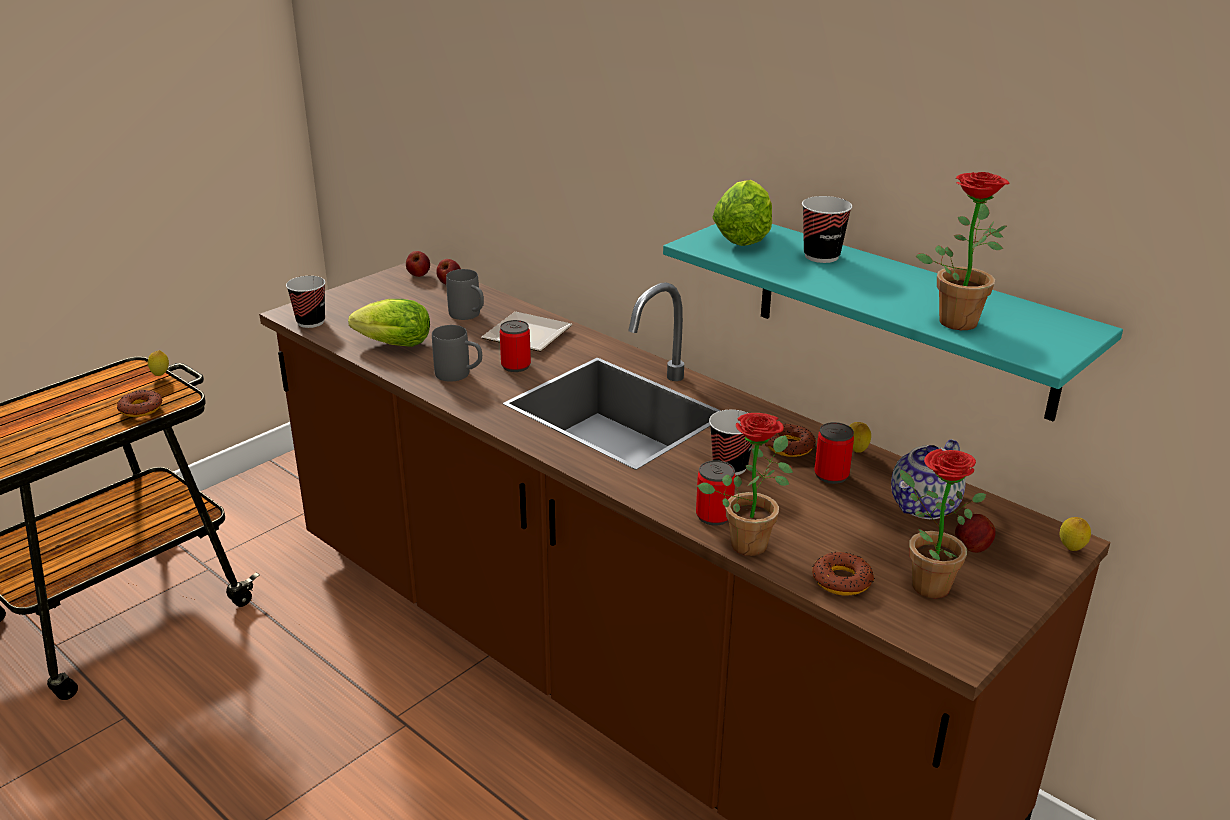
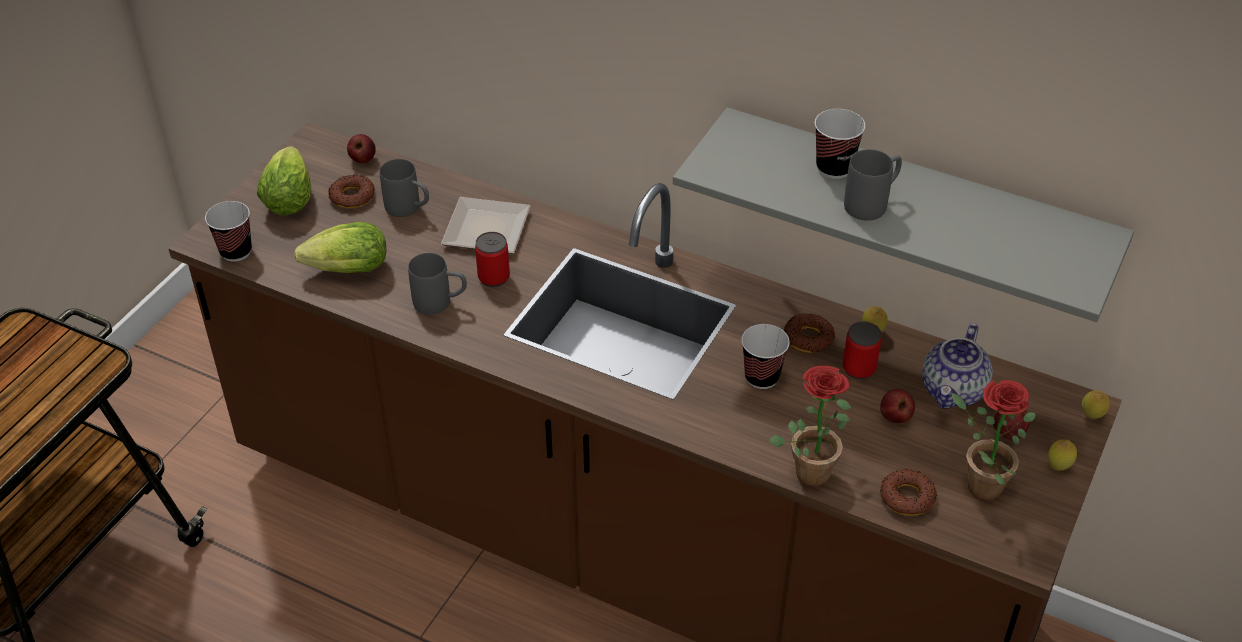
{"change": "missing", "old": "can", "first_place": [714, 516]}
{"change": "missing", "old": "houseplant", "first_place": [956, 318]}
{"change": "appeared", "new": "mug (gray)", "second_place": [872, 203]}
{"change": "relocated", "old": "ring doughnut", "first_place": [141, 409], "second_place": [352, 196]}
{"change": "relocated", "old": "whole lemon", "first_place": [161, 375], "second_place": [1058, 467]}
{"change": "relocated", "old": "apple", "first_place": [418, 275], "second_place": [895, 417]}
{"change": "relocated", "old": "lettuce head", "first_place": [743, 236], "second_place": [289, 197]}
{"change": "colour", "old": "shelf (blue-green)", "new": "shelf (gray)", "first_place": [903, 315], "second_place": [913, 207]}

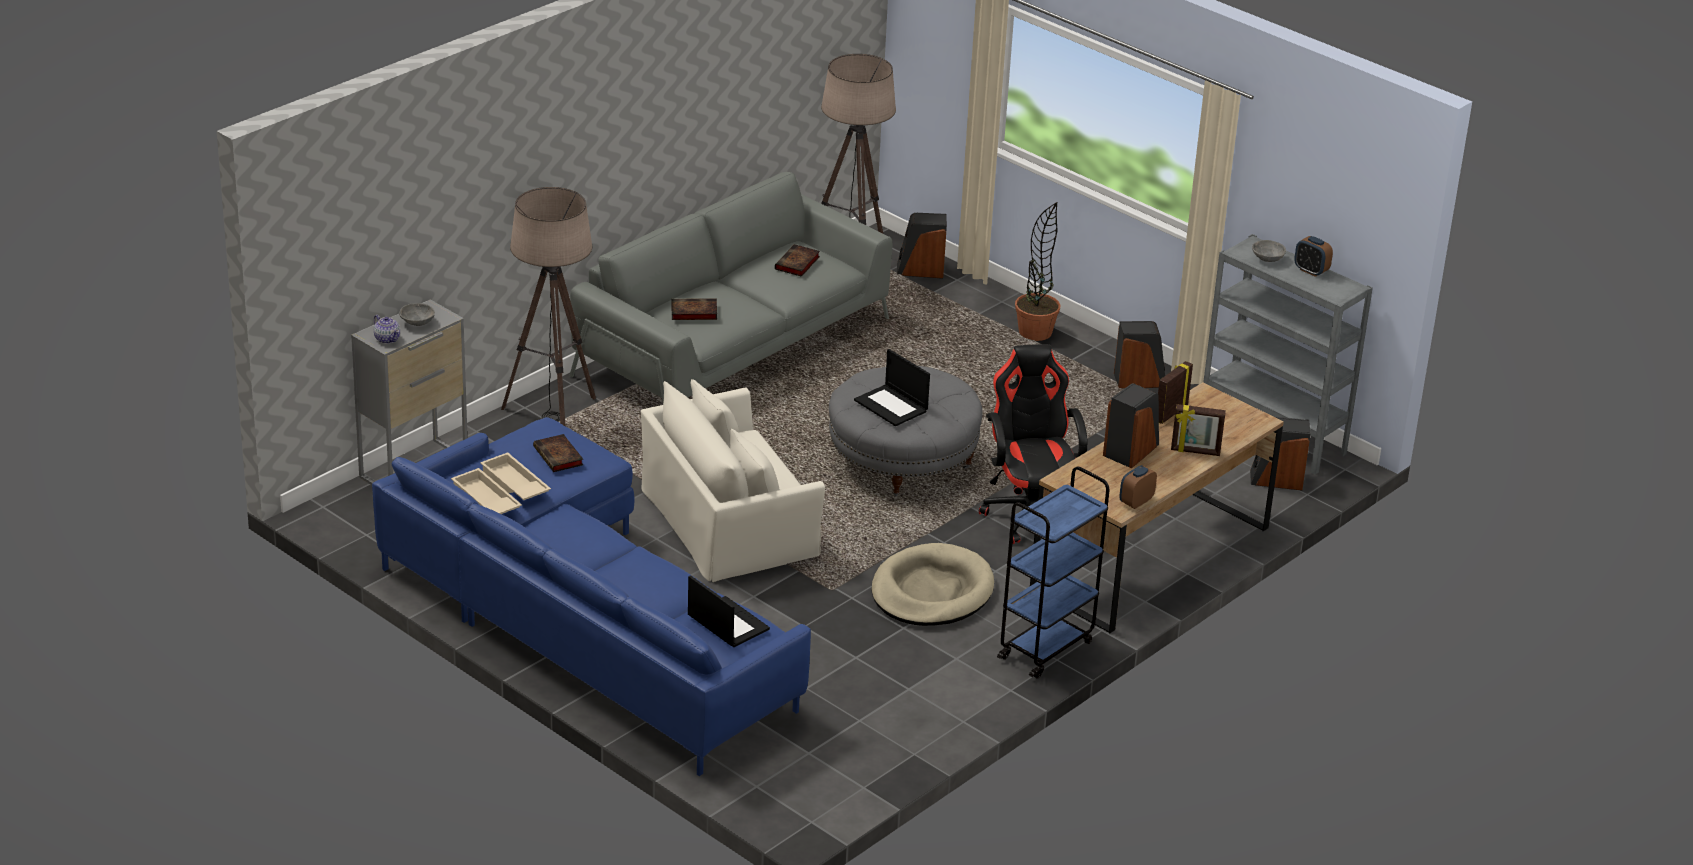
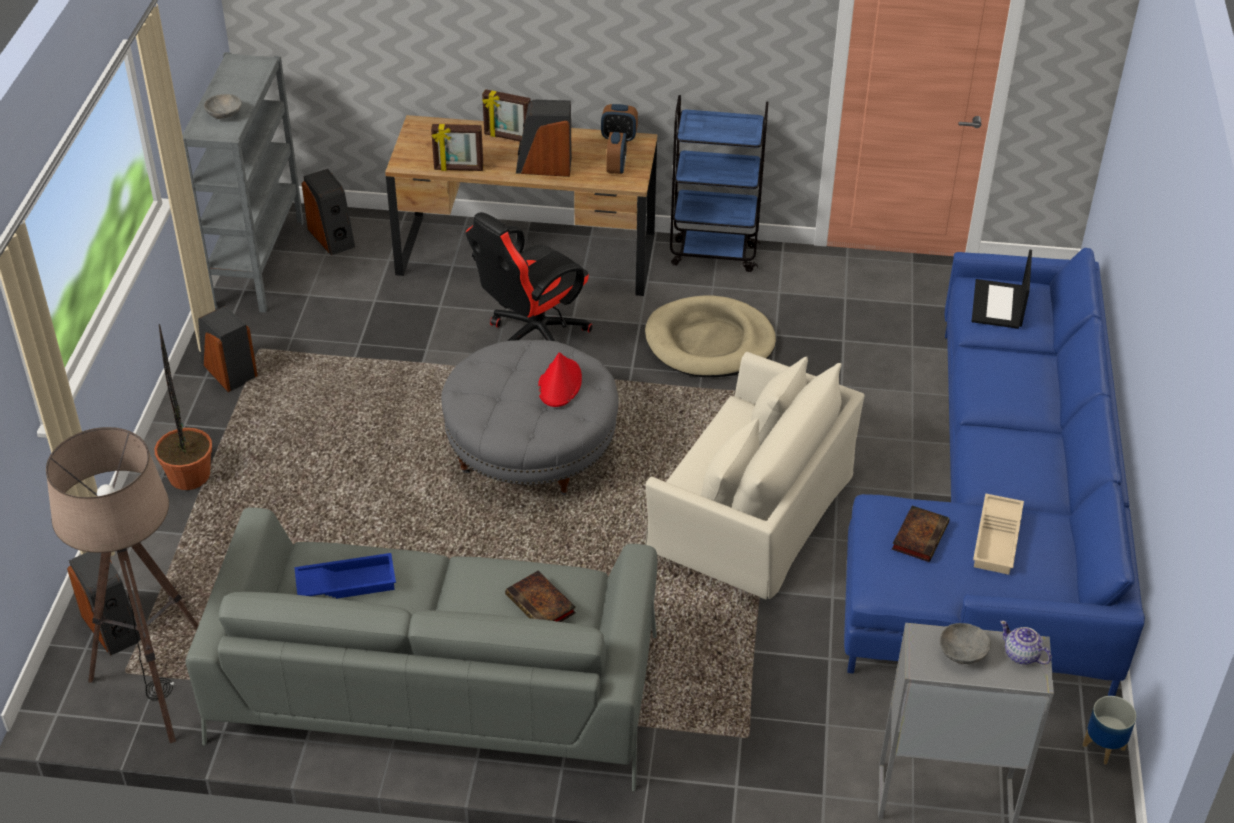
{"change": "missing", "old": "serving tray (beige-coloured)", "first_place": [484, 500]}
{"change": "missing", "old": "standing lamp", "first_place": [554, 417]}
{"change": "appeared", "new": "planter", "second_place": [1104, 747]}
{"change": "relocated", "old": "bedside clock", "first_place": [1311, 271], "second_place": [616, 167]}
{"change": "exchanged", "old": "volume", "new": "serving tray (bluish)", "first_place": [797, 264], "second_place": [347, 582]}
{"change": "exchanged", "old": "laptop", "new": "wearable hat (red)", "first_place": [892, 406], "second_place": [560, 383]}
{"change": "spun", "old": "tea pot", "first_place": [387, 339], "second_place": [1021, 655], "degrees": -60}
{"change": "spun", "old": "photo frame", "first_place": [1195, 452], "second_place": [507, 137], "degrees": 135}

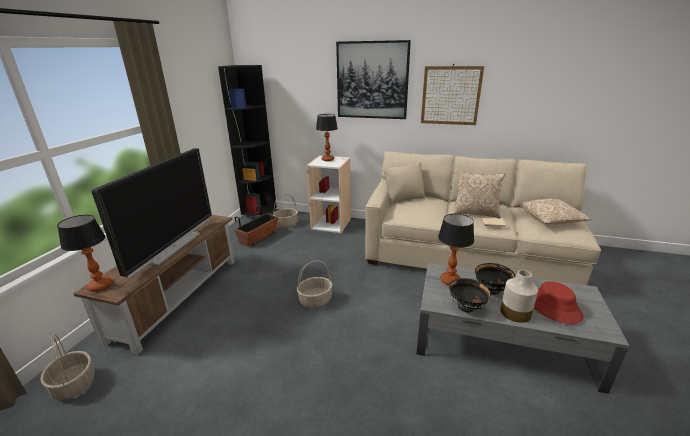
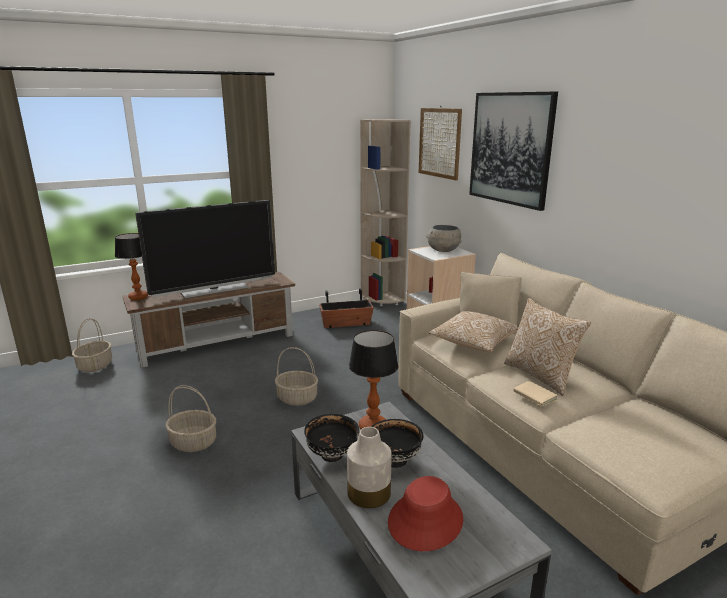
{"change": "relocated", "old": "household basket", "first_place": [286, 224], "second_place": [194, 442]}
{"change": "relocated", "old": "picture", "first_place": [450, 94], "second_place": [439, 141]}
{"change": "relocated", "old": "throw pillow", "first_place": [550, 220], "second_place": [473, 343]}
{"change": "exchanged", "old": "tabletop lamp", "new": "deep dish (gray)", "first_place": [328, 159], "second_place": [443, 250]}
{"change": "colour", "old": "shelving unit (black)", "new": "shelving unit (beige-coloured)", "first_place": [259, 213], "second_place": [383, 302]}

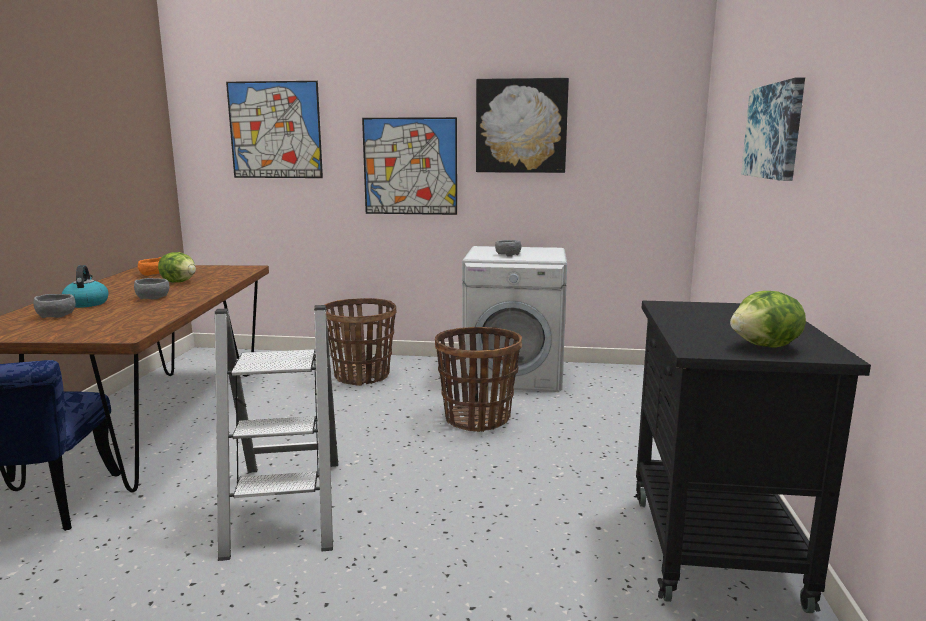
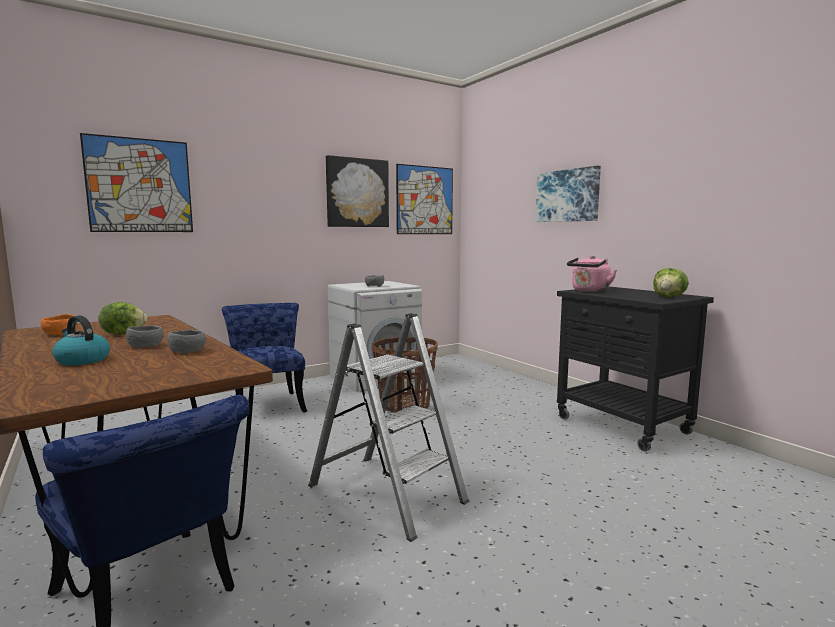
{"change": "appeared", "new": "water kettle (pink)", "second_place": [589, 291]}
{"change": "relocated", "old": "deep dish (gray)", "first_place": [57, 315], "second_place": [188, 351]}
{"change": "relocated", "old": "picture", "first_place": [410, 166], "second_place": [425, 200]}
{"change": "exchanged", "old": "household basket", "new": "chair (bluish)", "first_place": [362, 376], "second_place": [268, 403]}

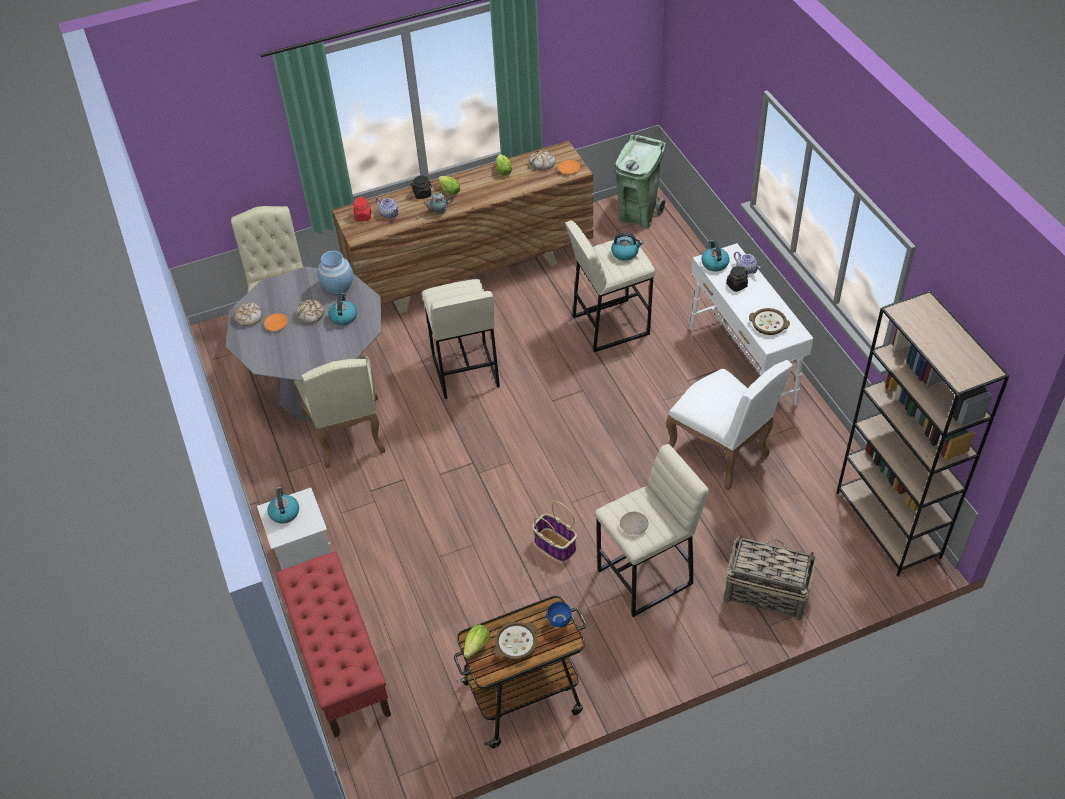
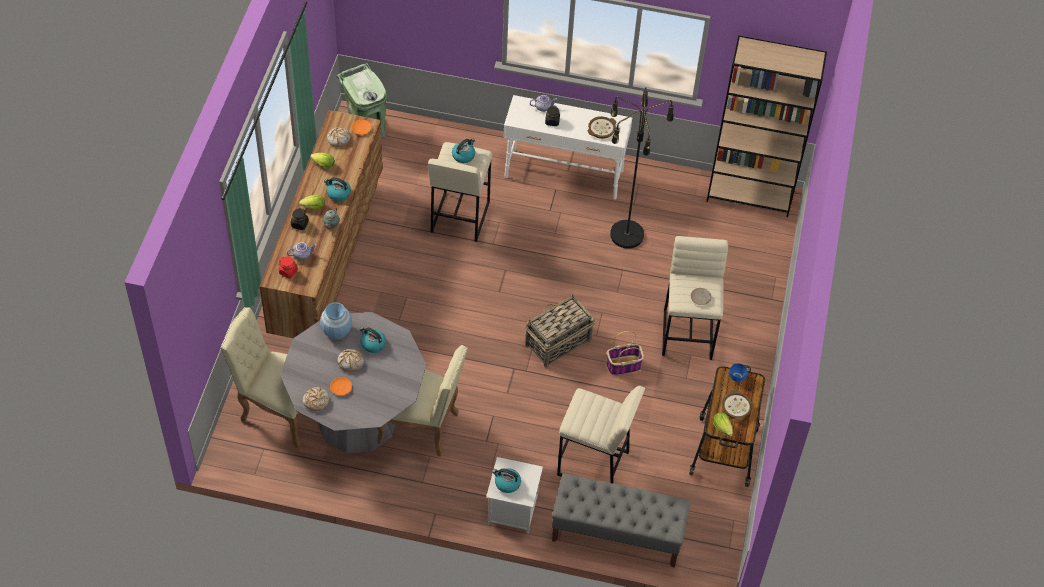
{"change": "relocated", "old": "sitting stool (beige-coloured)", "first_place": [466, 372], "second_place": [595, 464]}
{"change": "relocated", "old": "water kettle", "first_place": [714, 263], "second_place": [338, 193]}
{"change": "relocated", "old": "household basket", "first_place": [765, 591], "second_place": [557, 342]}
{"change": "exchanged", "old": "chair (white-coloured)", "new": "standing lamp", "first_place": [721, 453], "second_place": [626, 234]}
{"change": "colour", "old": "indoor bench (red)", "new": "indoor bench (gray)", "first_place": [339, 660], "second_place": [616, 534]}

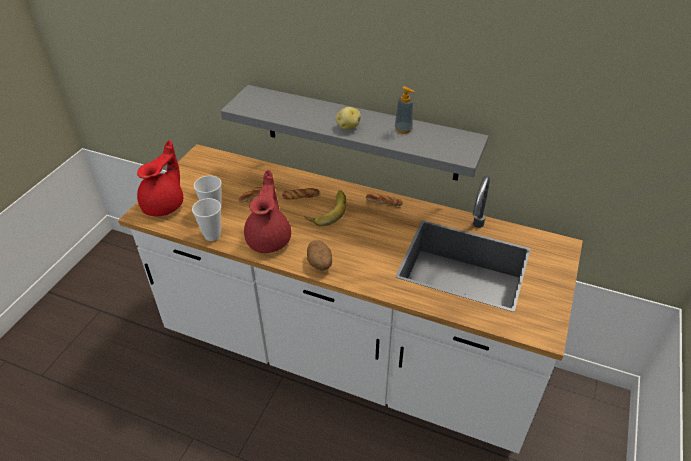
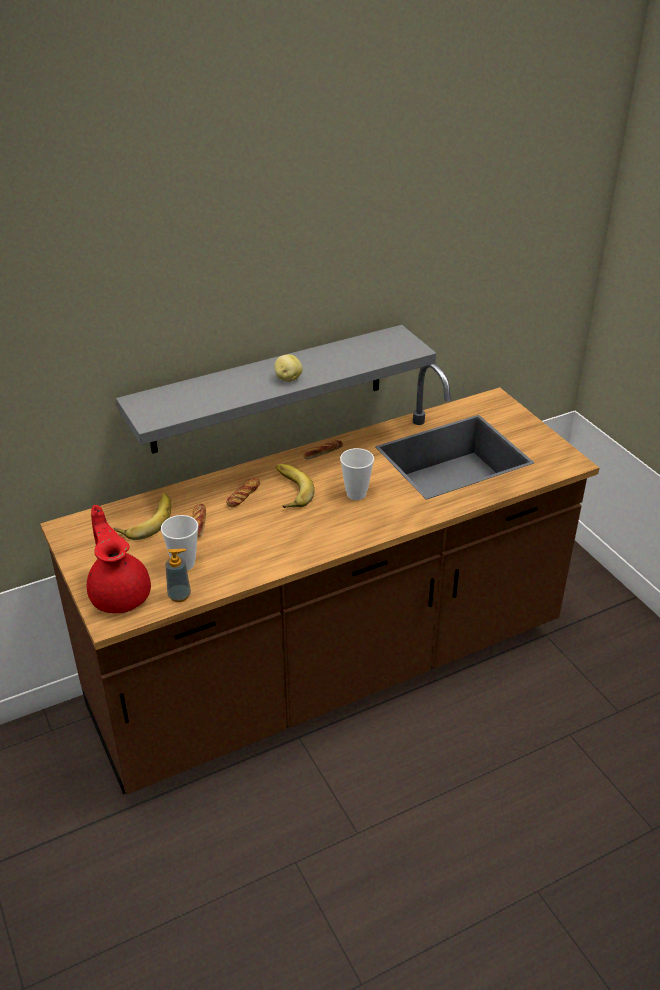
{"change": "missing", "old": "tea pot (red)", "first_place": [270, 238]}
{"change": "missing", "old": "spud", "first_place": [320, 264]}
{"change": "appeared", "new": "banana", "second_place": [146, 520]}
{"change": "relocated", "old": "small cup", "first_place": [212, 235], "second_place": [356, 494]}
{"change": "relocated", "old": "liquid soap bottle", "first_place": [403, 129], "second_place": [179, 595]}
{"change": "colour", "old": "kitchen base unit (white-coloured)", "new": "kitchen base unit (brownish)", "first_place": [346, 356], "second_place": [330, 671]}

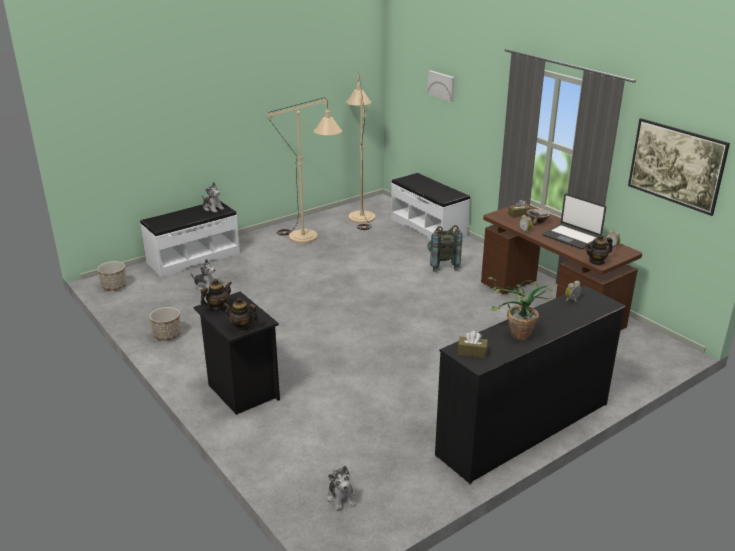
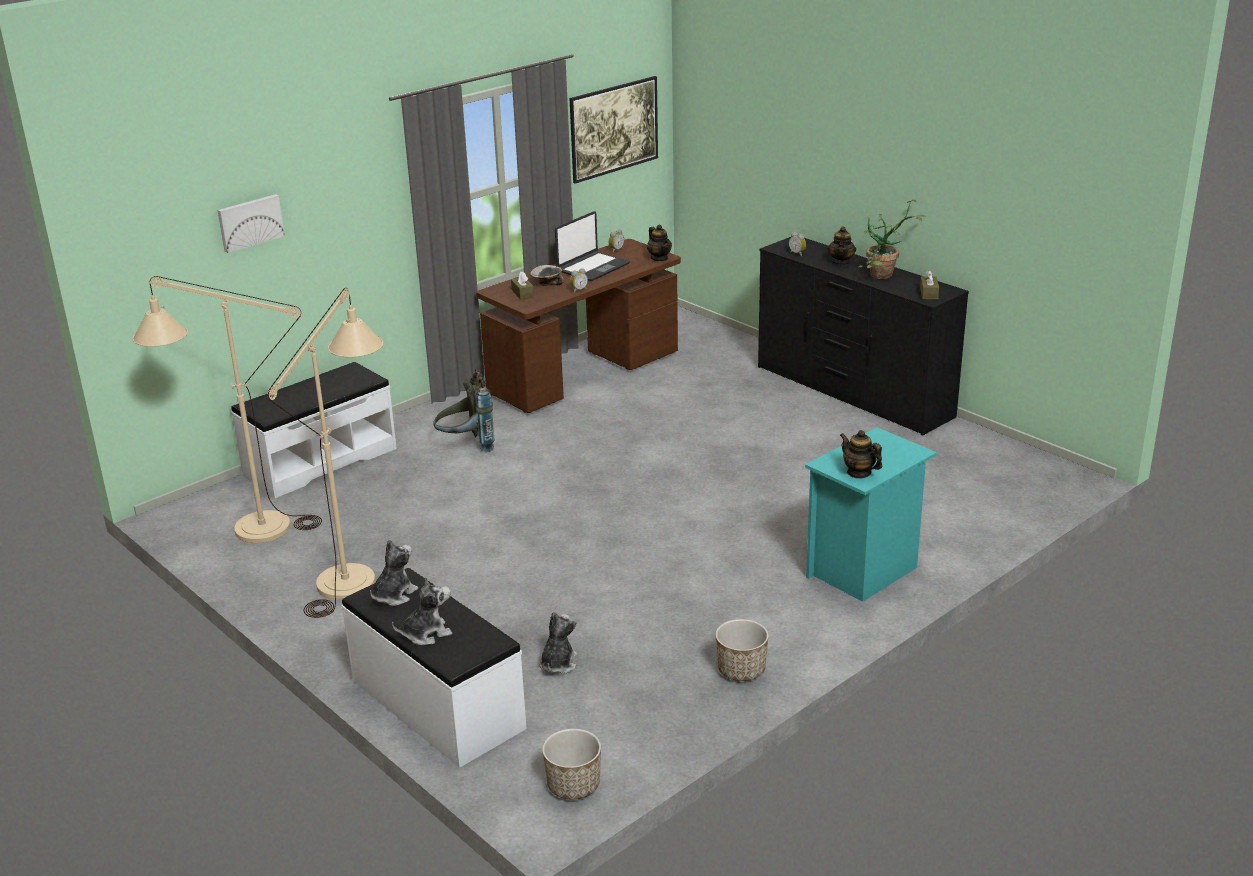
{"change": "relocated", "old": "tea pot", "first_place": [241, 327], "second_place": [841, 262]}
{"change": "relocated", "old": "cuddly toy", "first_place": [341, 497], "second_place": [426, 633]}
{"change": "colour", "old": "bedside table (black)", "new": "bedside table (blue-green)", "first_place": [241, 391], "second_place": [864, 571]}

